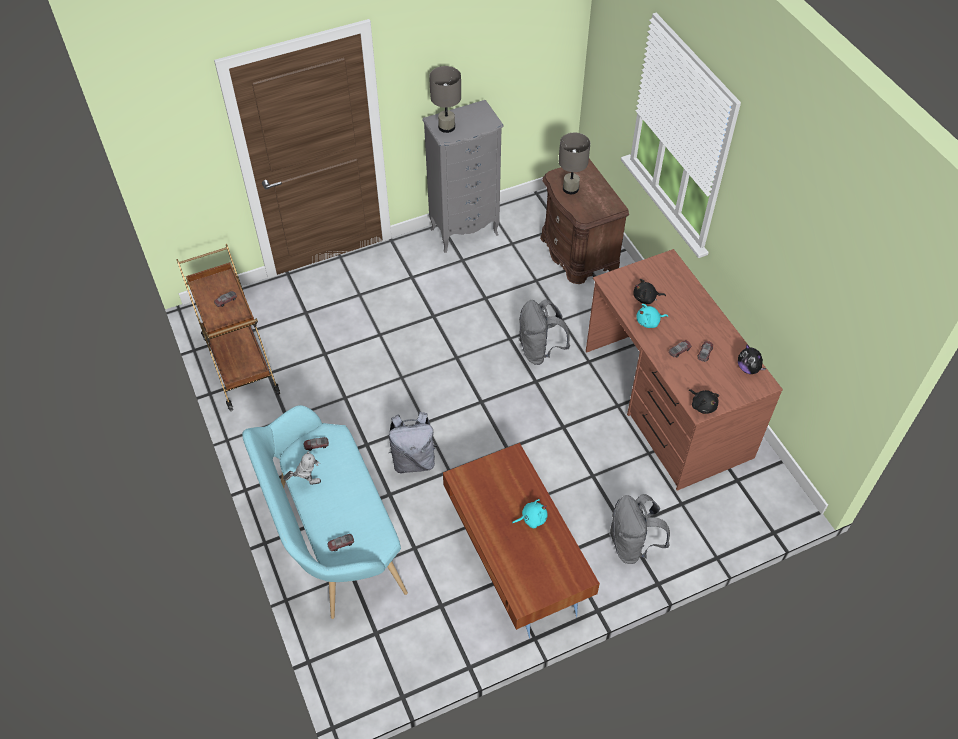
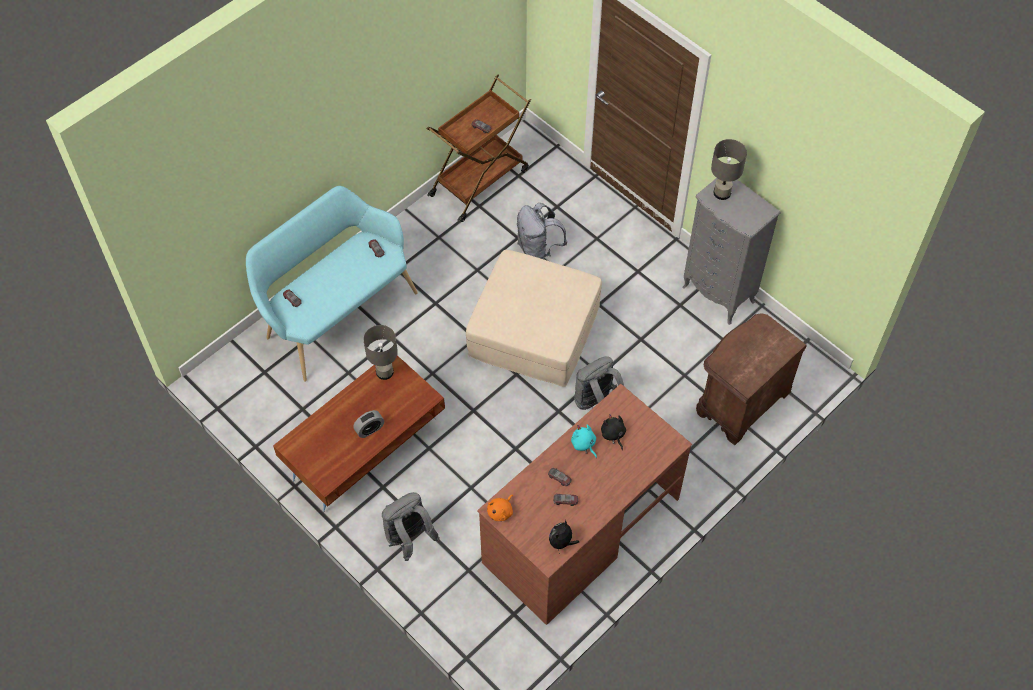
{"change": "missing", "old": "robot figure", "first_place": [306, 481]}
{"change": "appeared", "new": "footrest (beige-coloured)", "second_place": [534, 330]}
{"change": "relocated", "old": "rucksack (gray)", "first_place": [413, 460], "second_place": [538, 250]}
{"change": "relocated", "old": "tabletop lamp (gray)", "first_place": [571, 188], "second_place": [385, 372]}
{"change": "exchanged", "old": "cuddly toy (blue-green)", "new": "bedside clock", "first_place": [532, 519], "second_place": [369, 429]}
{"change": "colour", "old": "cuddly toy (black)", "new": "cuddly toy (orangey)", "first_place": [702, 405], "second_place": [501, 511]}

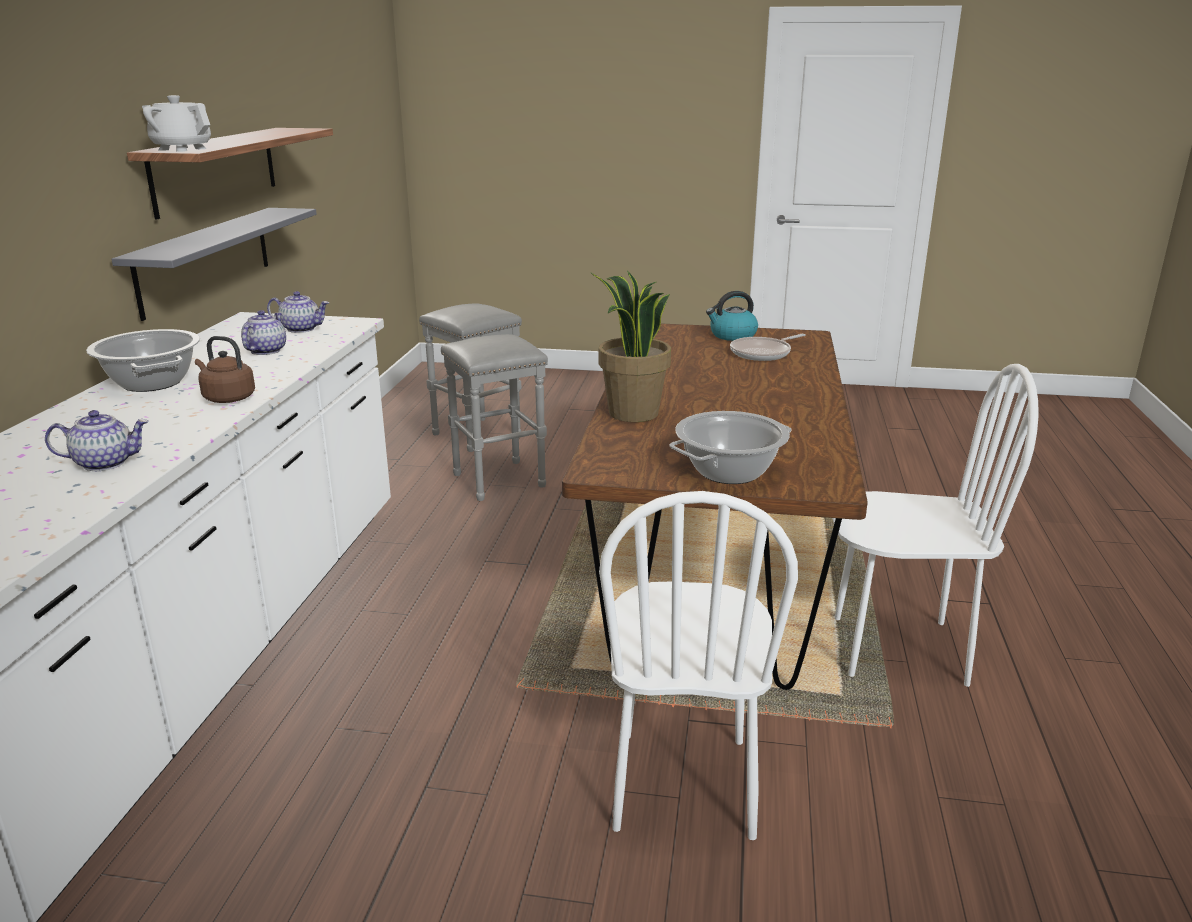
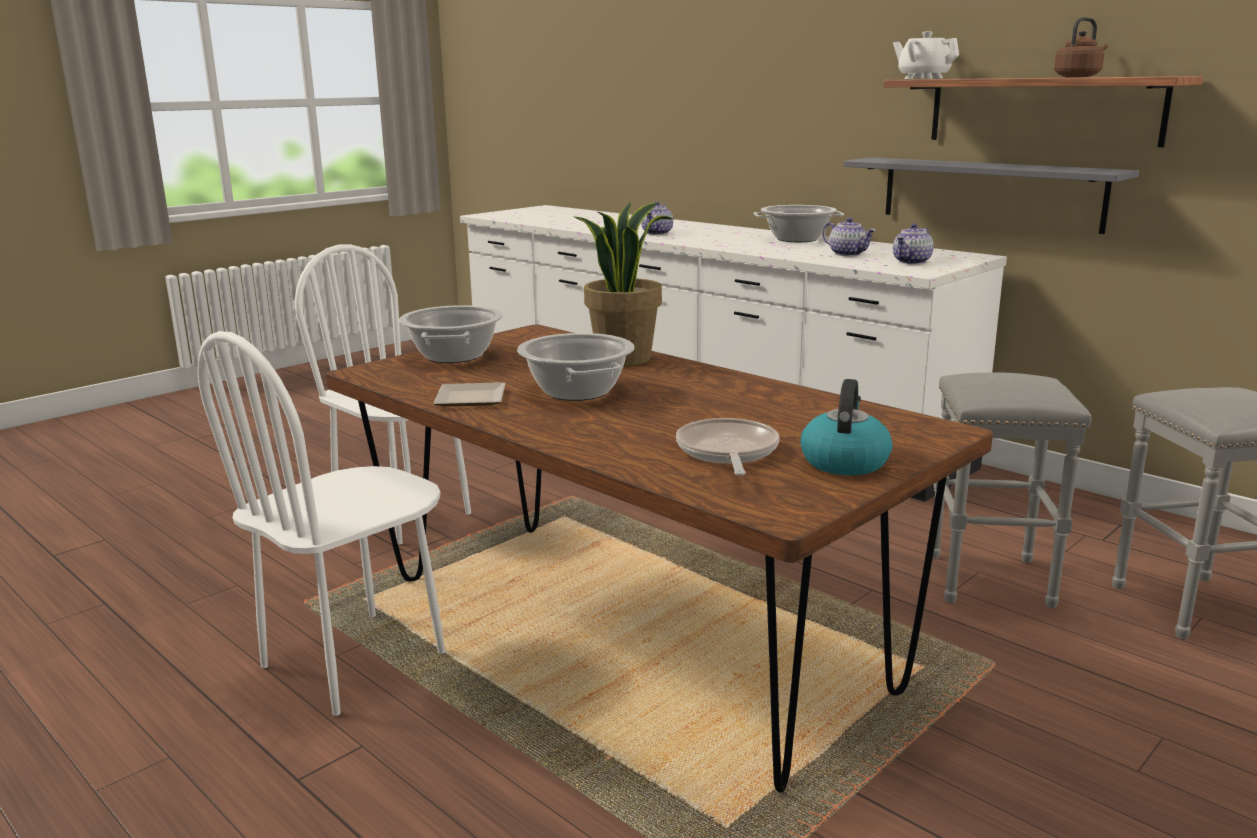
{"change": "appeared", "new": "plate", "second_place": [468, 399]}
{"change": "appeared", "new": "cooking pot", "second_place": [576, 391]}
{"change": "relocated", "old": "water kettle (brownish)", "first_place": [227, 398], "second_place": [1079, 77]}
{"change": "spun", "old": "tea pot (white-coloured)", "first_place": [182, 149], "second_place": [923, 78], "degrees": -105}

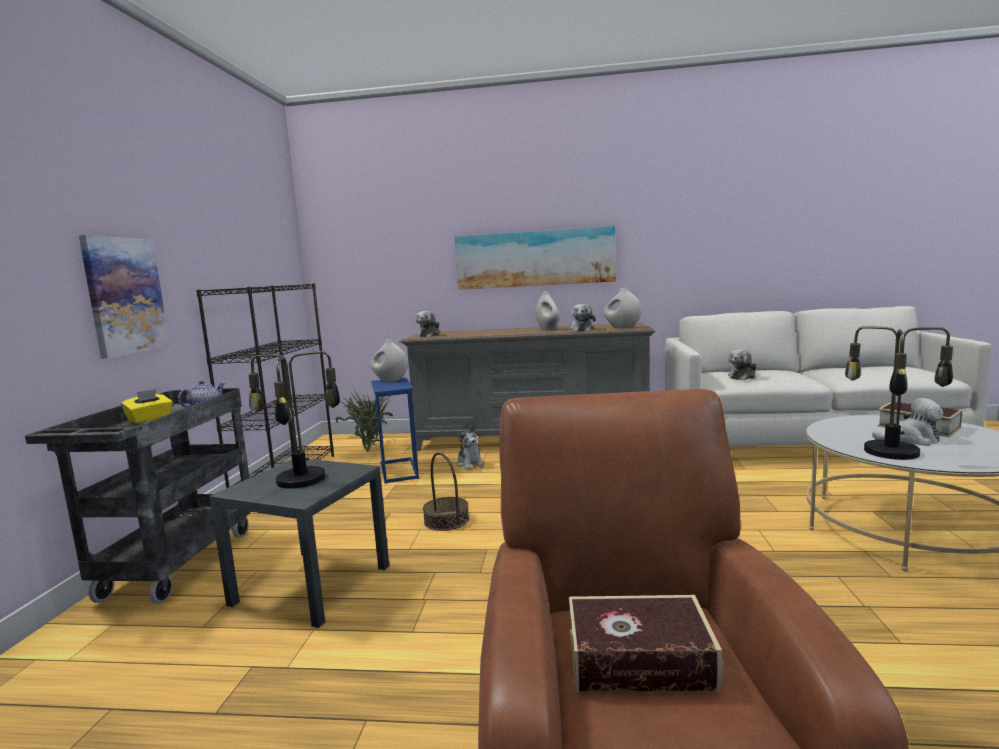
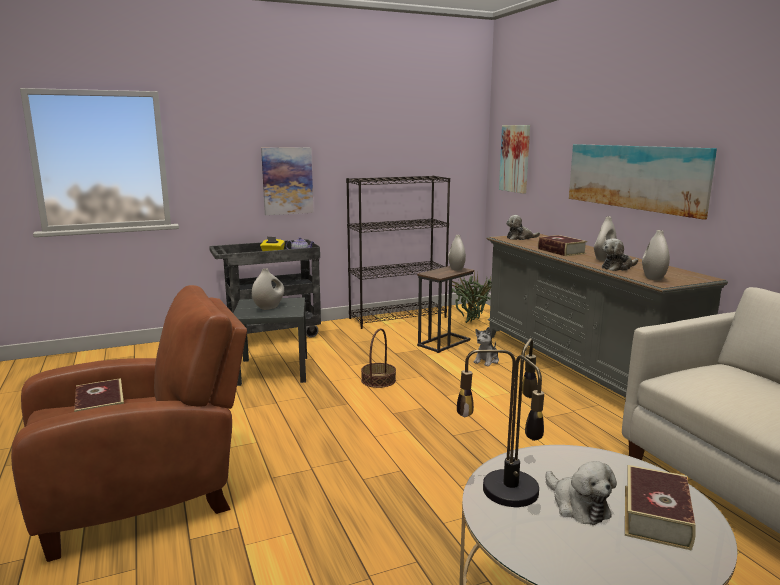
{"change": "missing", "old": "cuddly toy", "first_place": [742, 376]}
{"change": "appeared", "new": "picture", "second_place": [515, 158]}
{"change": "appeared", "new": "volume", "second_place": [561, 251]}
{"change": "exchanged", "old": "tabletop lamp", "new": "decorative vase (white-coloured)", "first_place": [300, 480], "second_place": [269, 307]}
{"change": "colour", "old": "accent table (bluish)", "new": "accent table (brownish)", "first_place": [399, 471], "second_place": [444, 343]}

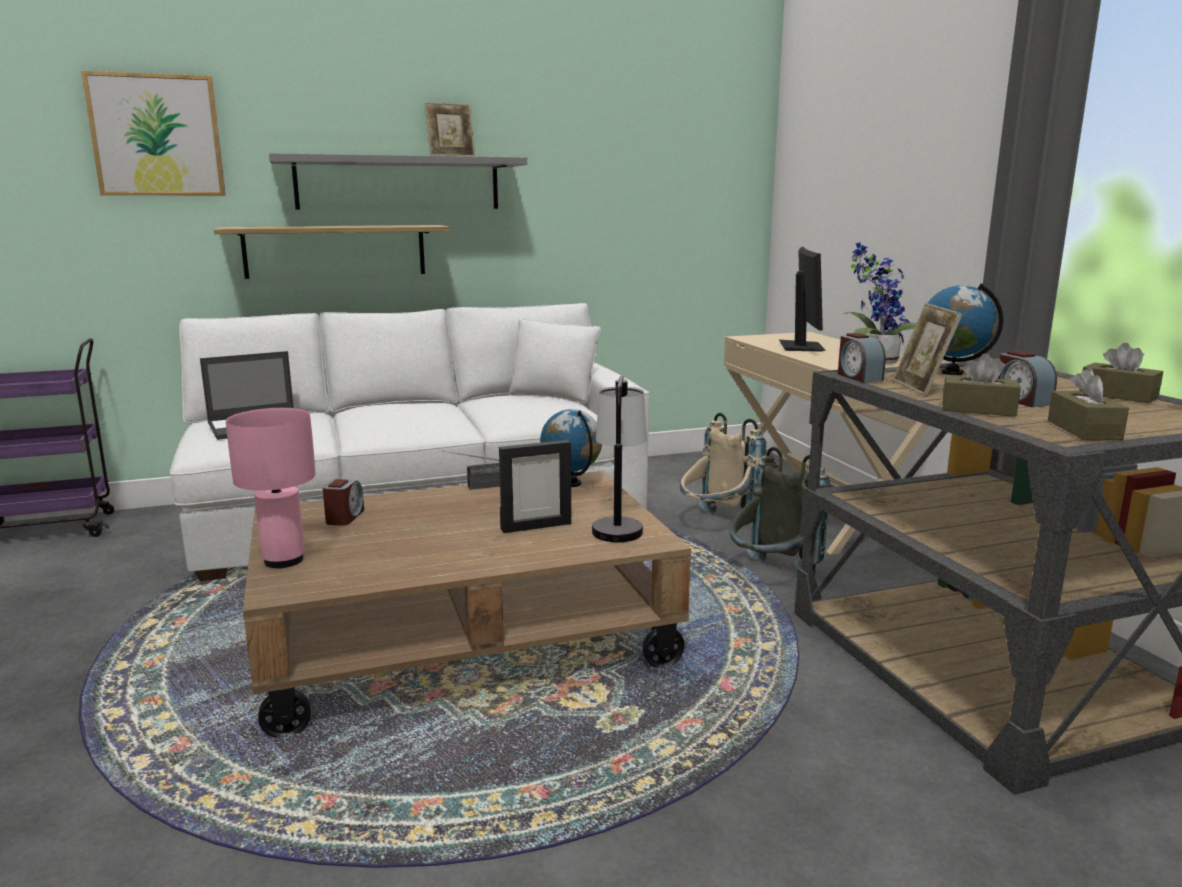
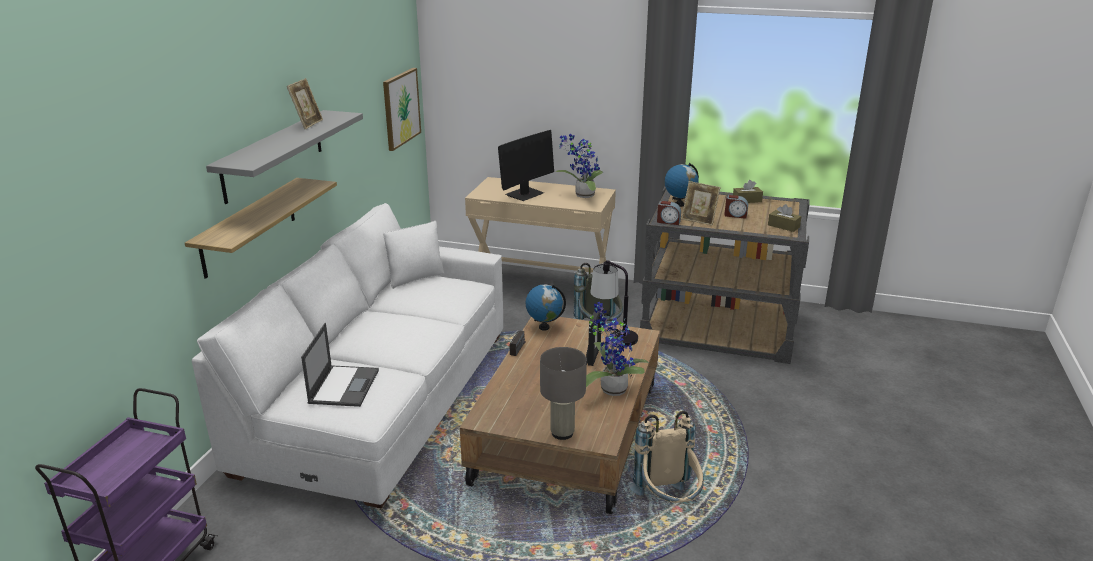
{"change": "missing", "old": "bedside clock", "first_place": [344, 517]}
{"change": "missing", "old": "tissue box (brownish)", "first_place": [978, 409]}
{"change": "appeared", "new": "houseplant", "second_place": [611, 388]}
{"change": "relocated", "old": "picture", "first_place": [157, 136], "second_place": [401, 108]}
{"change": "relocated", "old": "rucksack (beige-coloured)", "first_place": [716, 524], "second_place": [668, 503]}
{"change": "colour", "old": "tabletop lamp (pink)", "new": "tabletop lamp (gray)", "first_place": [284, 560], "second_place": [561, 433]}
{"change": "spun", "old": "monitor", "first_place": [801, 347], "second_place": [525, 194], "degrees": 90}

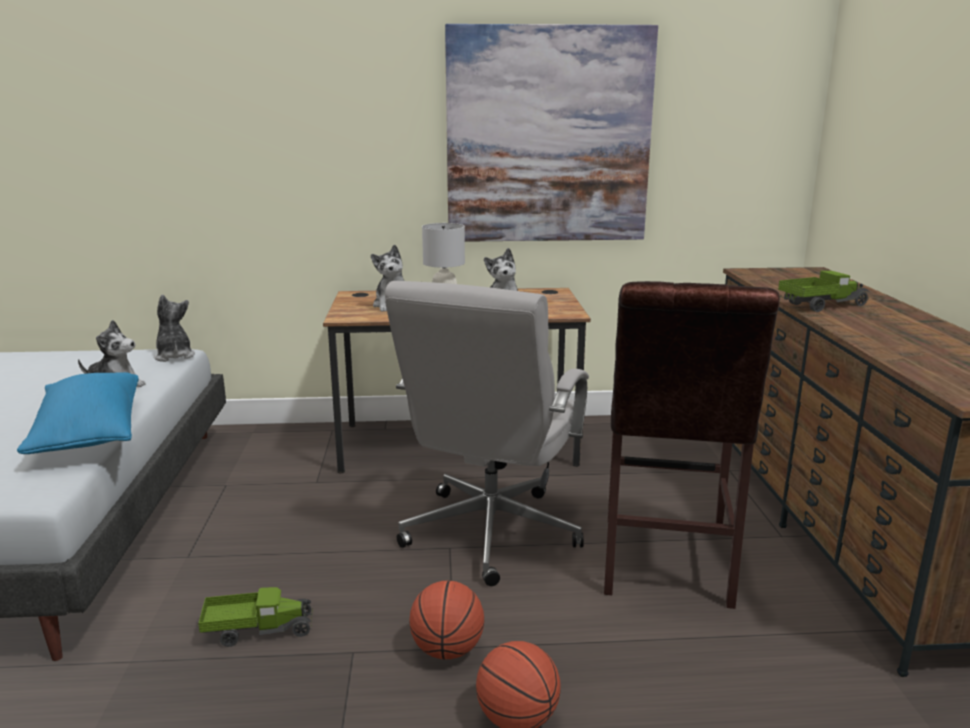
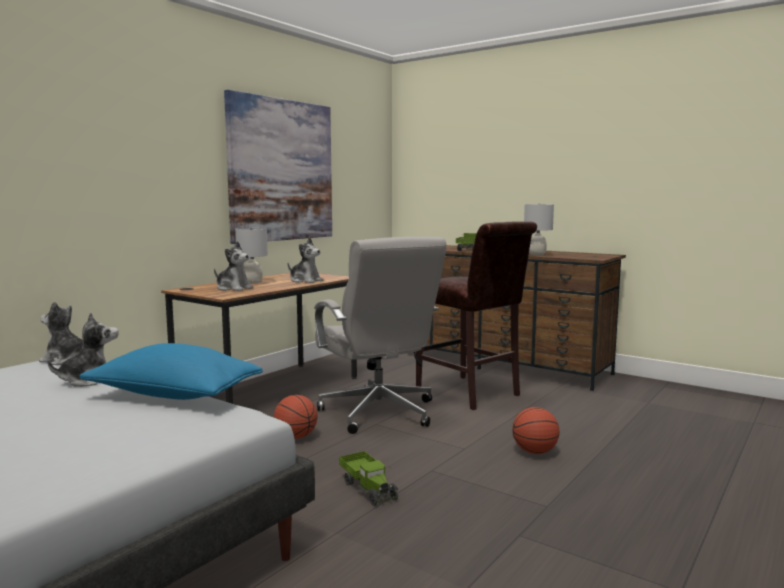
{"change": "appeared", "new": "tabletop lamp (gray)", "second_place": [536, 255]}
{"change": "relocated", "old": "ball for basketball", "first_place": [447, 650], "second_place": [296, 437]}
{"change": "spun", "old": "toy lorry", "first_place": [258, 630], "second_place": [368, 488], "degrees": 120}

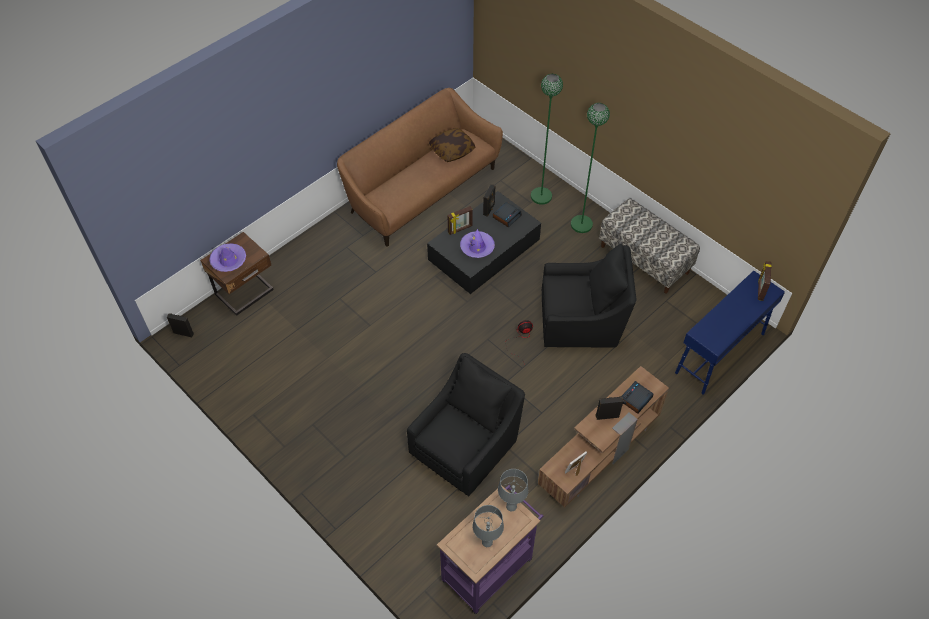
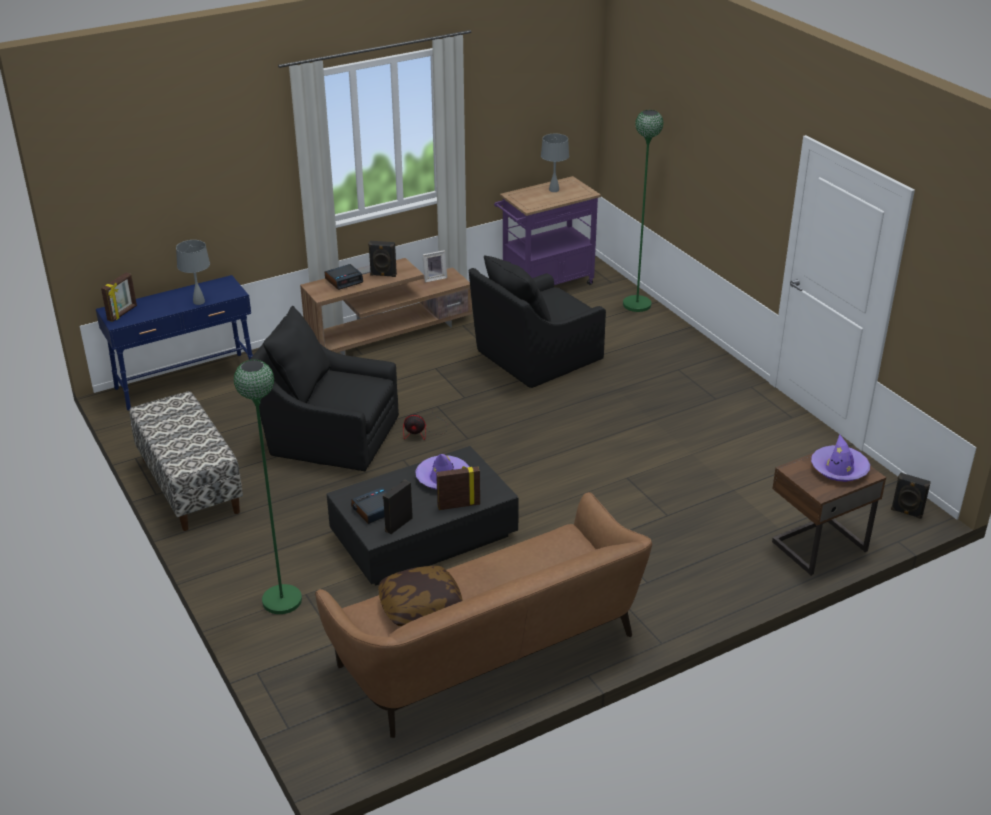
{"change": "relocated", "old": "tabletop lamp (gray)", "first_place": [511, 506], "second_place": [199, 302]}
{"change": "relocated", "old": "standing lamp (green)", "first_place": [581, 224], "second_place": [637, 305]}

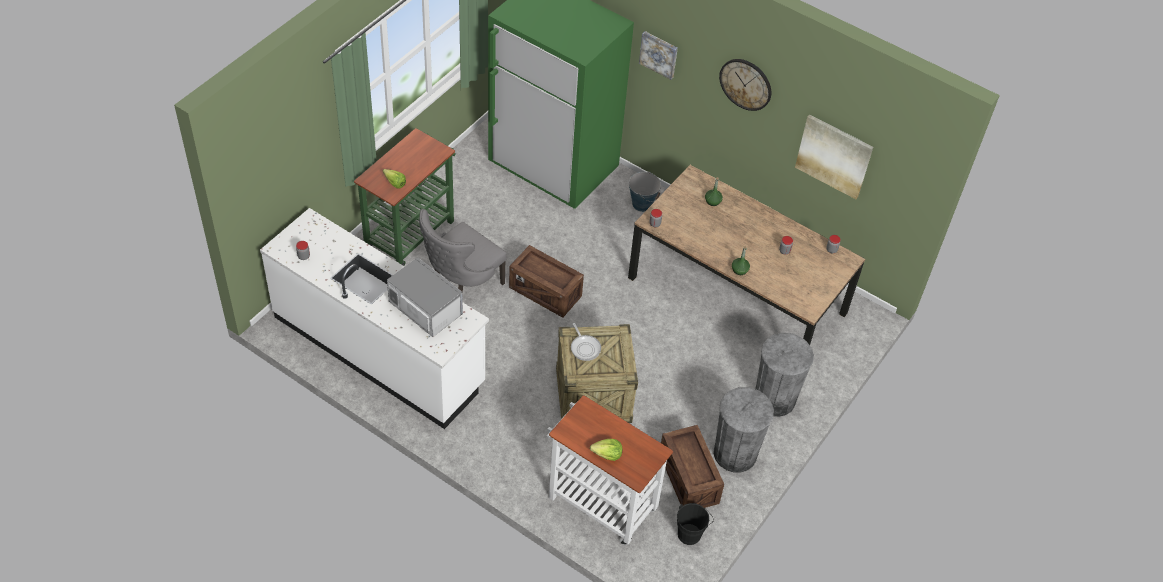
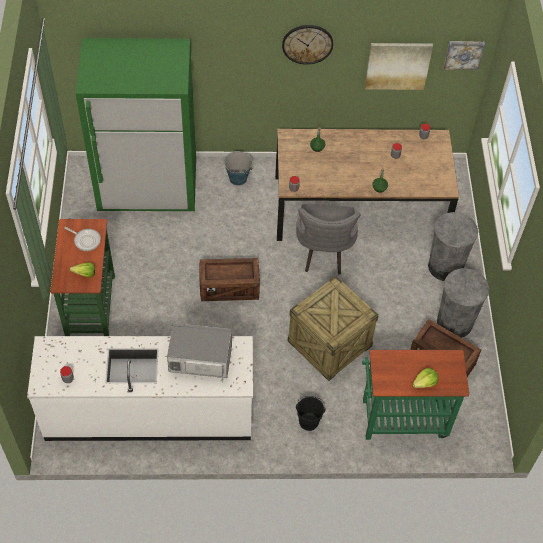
{"change": "relocated", "old": "chair (gray)", "first_place": [461, 287], "second_place": [323, 254]}
{"change": "relocated", "old": "skillet", "first_place": [585, 347], "second_place": [86, 240]}
{"change": "relocated", "old": "picture", "first_place": [659, 54], "second_place": [463, 54]}
{"change": "relocated", "old": "bucket (black)", "first_place": [691, 533], "second_place": [309, 419]}
{"change": "colour", "old": "wheeled cart (white-coloured)", "new": "wheeled cart (green)", "first_place": [600, 503], "second_place": [402, 419]}

